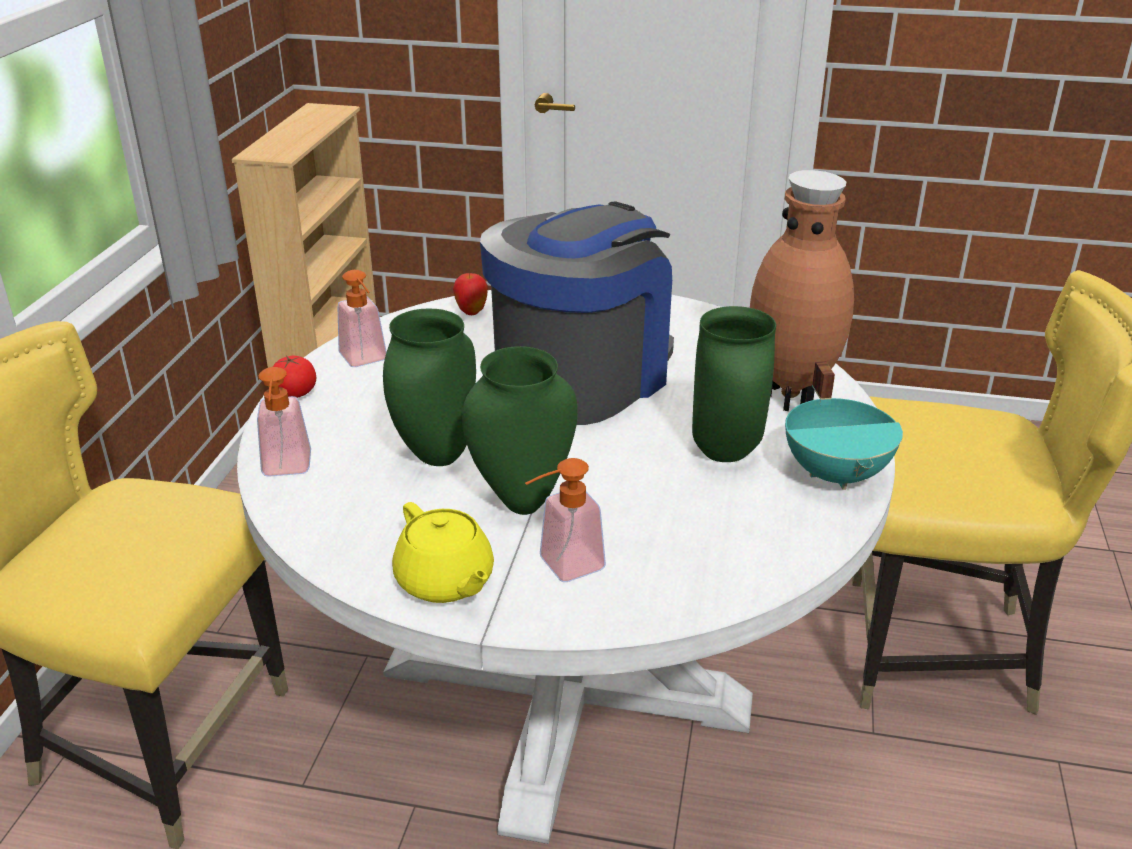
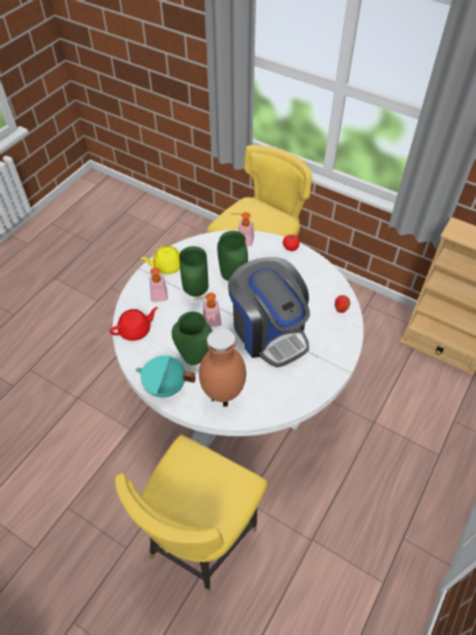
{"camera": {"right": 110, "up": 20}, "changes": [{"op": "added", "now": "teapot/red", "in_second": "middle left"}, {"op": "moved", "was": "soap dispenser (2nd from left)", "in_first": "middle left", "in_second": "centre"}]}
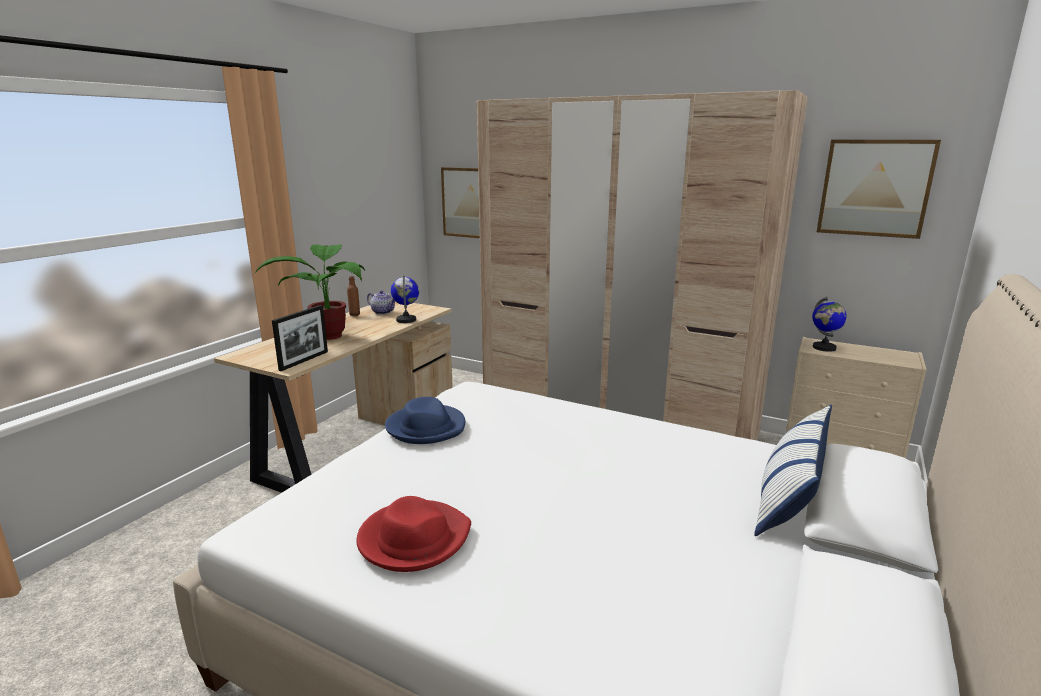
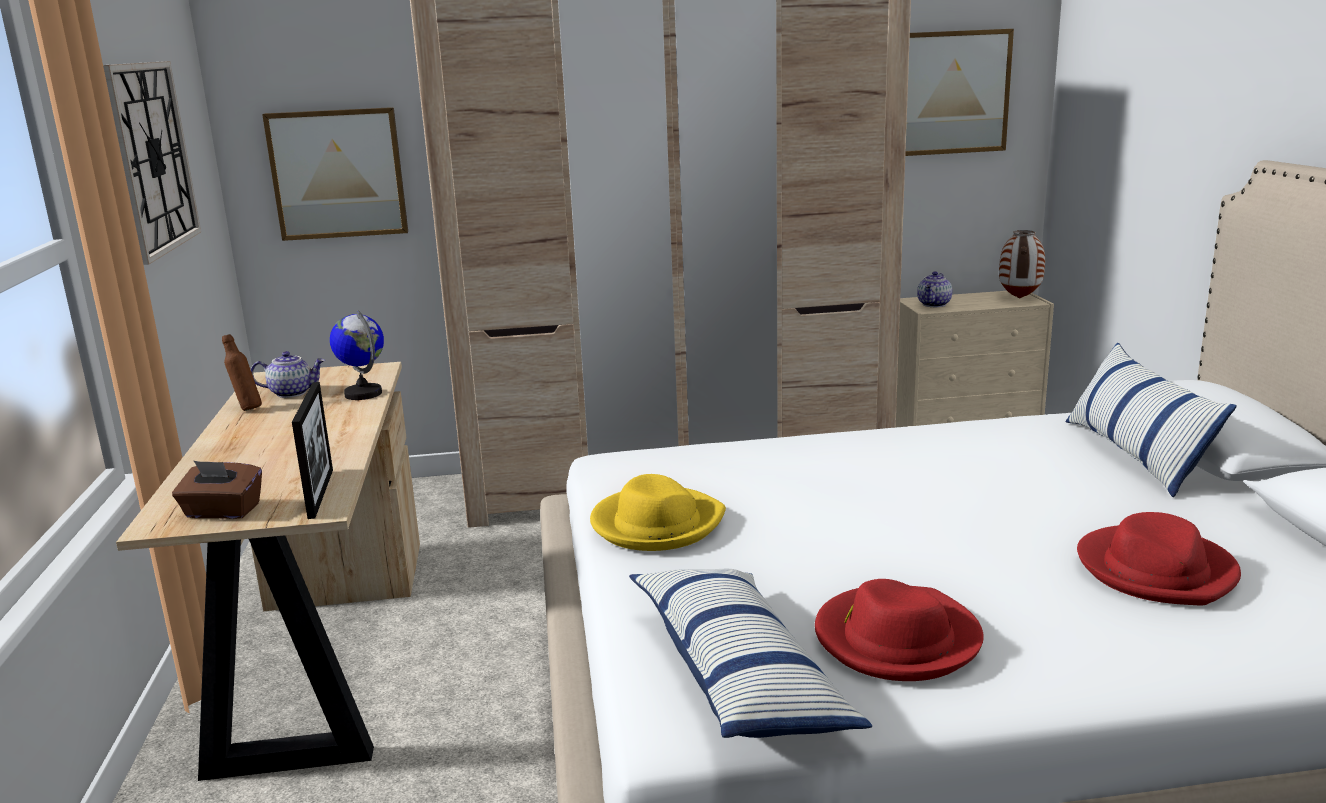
{"camera": {"right": -35, "up": 0}, "changes": [{"op": "added", "now": "wall clock", "in_second": "top left"}, {"op": "added", "now": "tissue box/brown", "in_second": "middle left"}, {"op": "recoloured", "was": "hat/blue", "now": "hat/yellow", "in_first": "centre", "in_second": "centre"}, {"op": "added", "now": "pillow (1st from left)", "in_second": "bottom centre"}, {"op": "replaced", "was": "globe (2nd from left)", "now": "teapot (2nd from left)", "in_first": "middle right", "in_second": "middle right"}, {"op": "added", "now": "vase", "in_second": "top right"}, {"op": "added", "now": "hat/red (2nd from left)", "in_second": "bottom right"}, {"op": "removed", "was": "potted plant", "in_first": "middle left"}]}
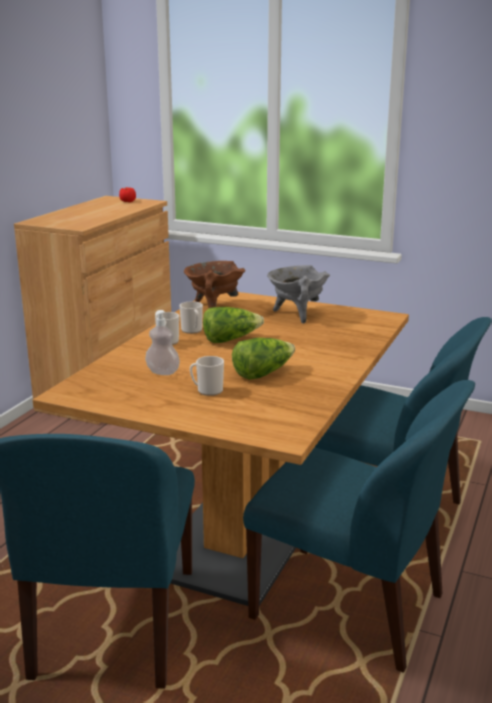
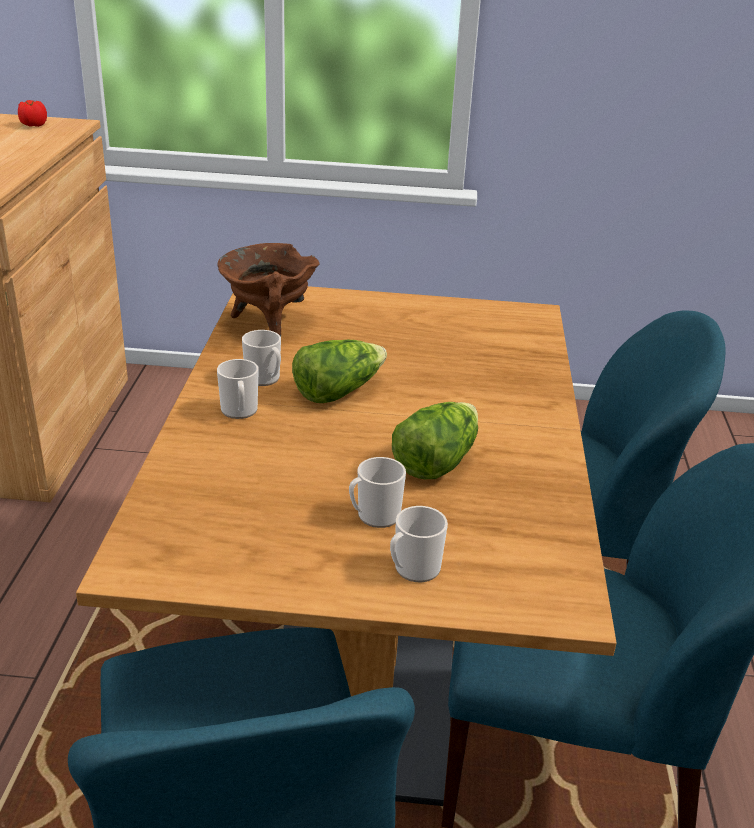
{"camera": {"right": -20, "up": 10}, "changes": [{"op": "added", "now": "mug (4th from left)", "in_second": "centre"}, {"op": "removed", "was": "soap dispenser", "in_first": "middle left"}, {"op": "removed", "was": "cooking pot/grey", "in_first": "centre"}]}
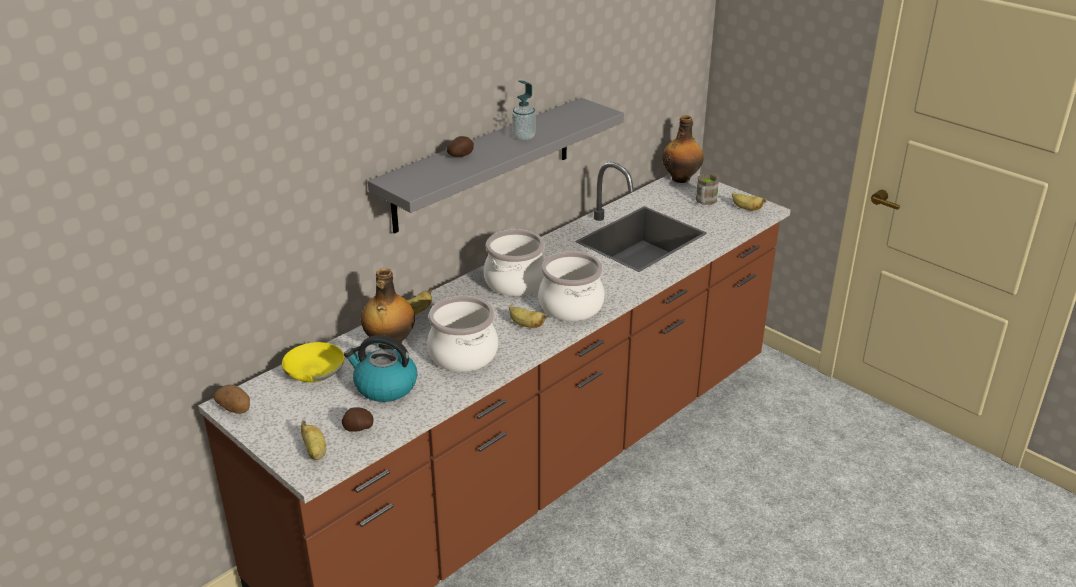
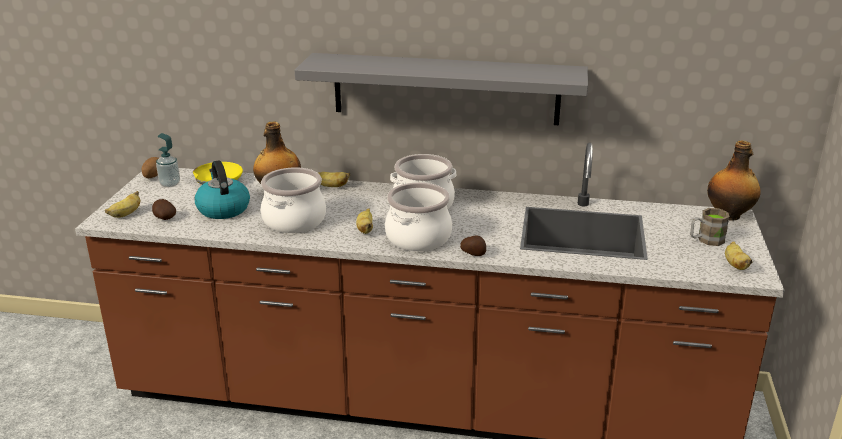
{"camera": {"right": 55, "up": -5}, "changes": [{"op": "moved", "was": "soap dispenser", "in_first": "top centre", "in_second": "middle left"}, {"op": "moved", "was": "potato (3rd from left)", "in_first": "top centre", "in_second": "centre"}]}
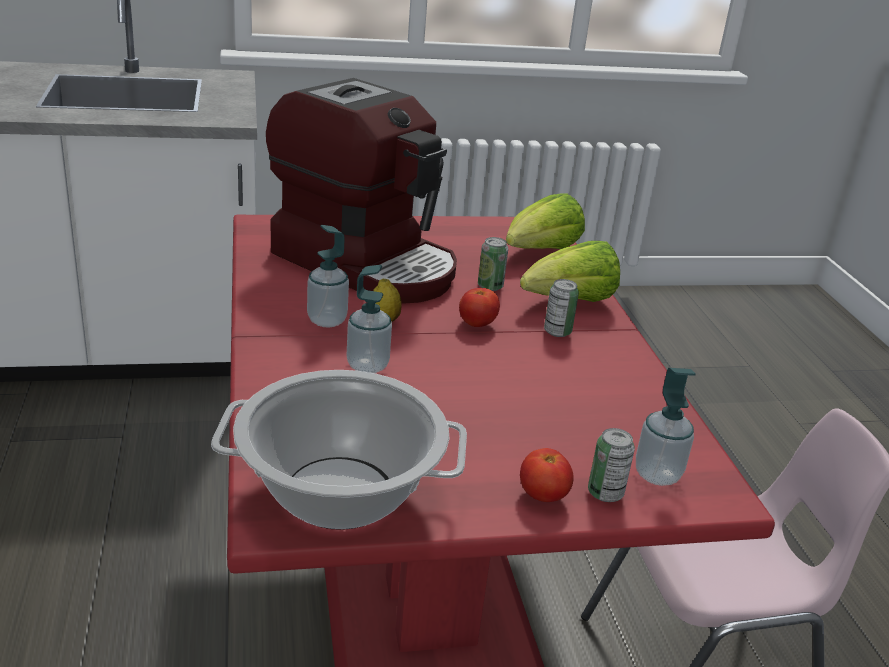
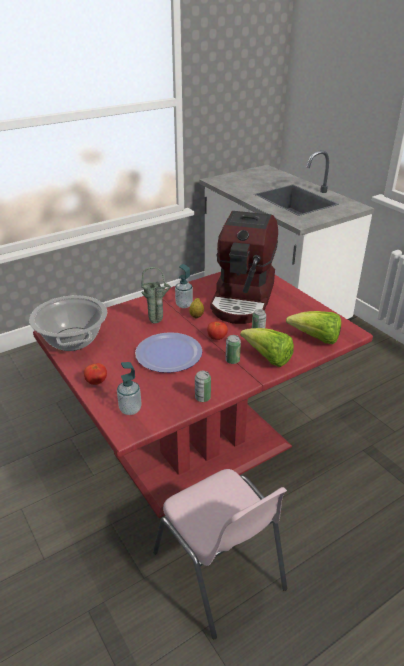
{"camera": {"right": 70, "up": 5}, "changes": [{"op": "added", "now": "plate", "in_second": "centre"}, {"op": "replaced", "was": "soap dispenser (2nd from left)", "now": "vase/green", "in_first": "centre", "in_second": "centre"}, {"op": "moved", "was": "can (3rd from left in the first image)", "now": "can (1st from left)", "in_first": "bottom right", "in_second": "centre"}]}
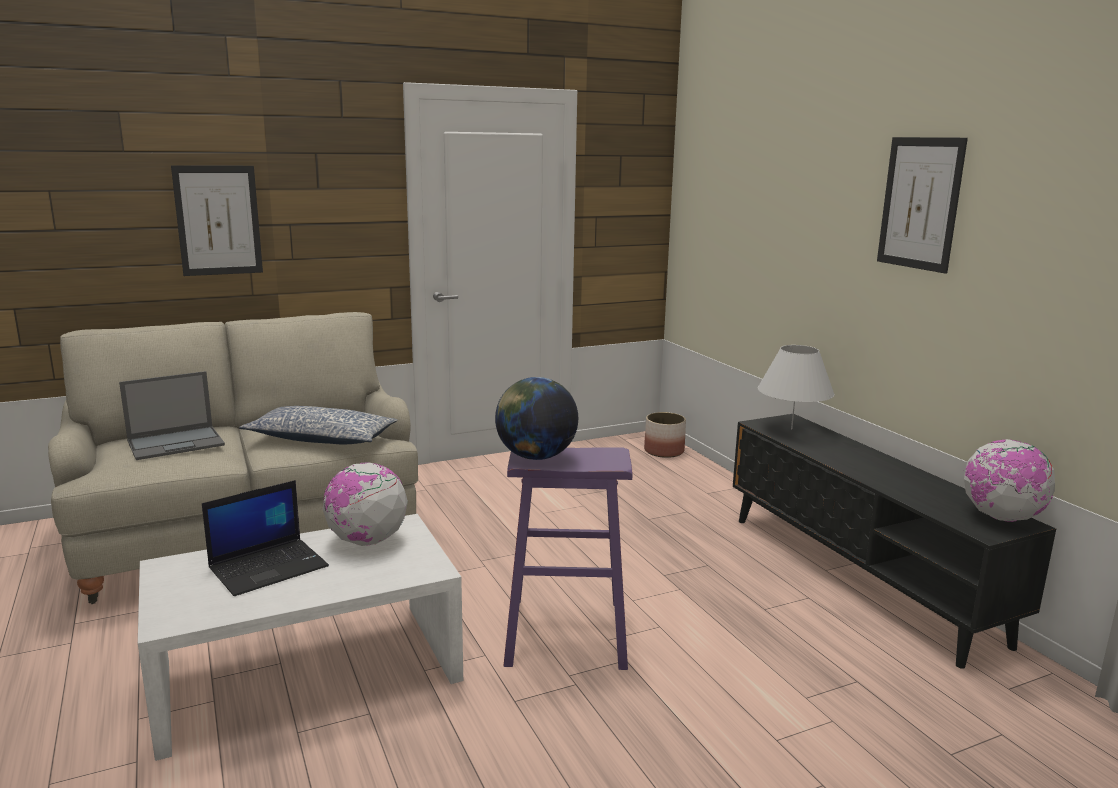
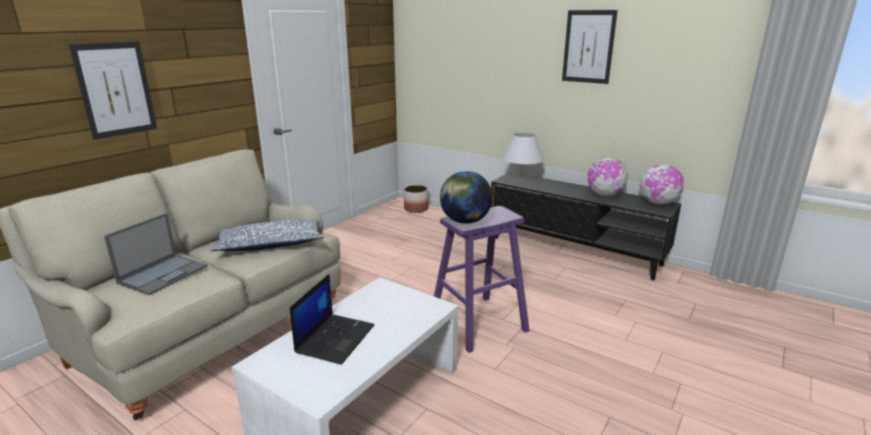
{"camera": {"right": -30, "up": 5}, "changes": [{"op": "moved", "was": "globe (1st from left in the first image)", "now": "globe (2nd from left)", "in_first": "middle left", "in_second": "middle right"}]}
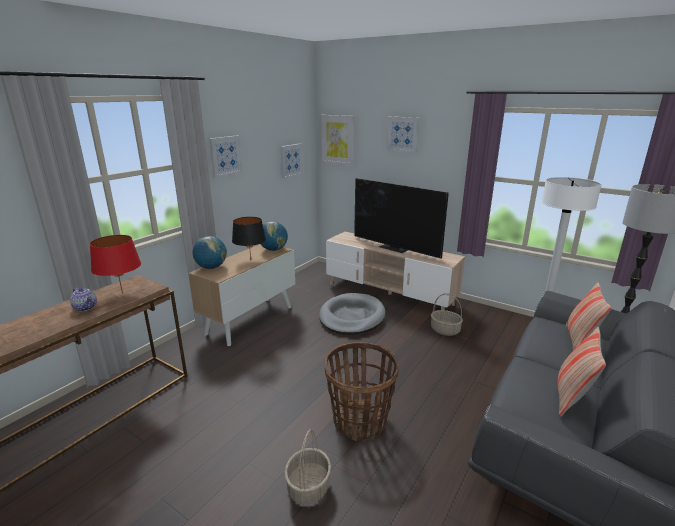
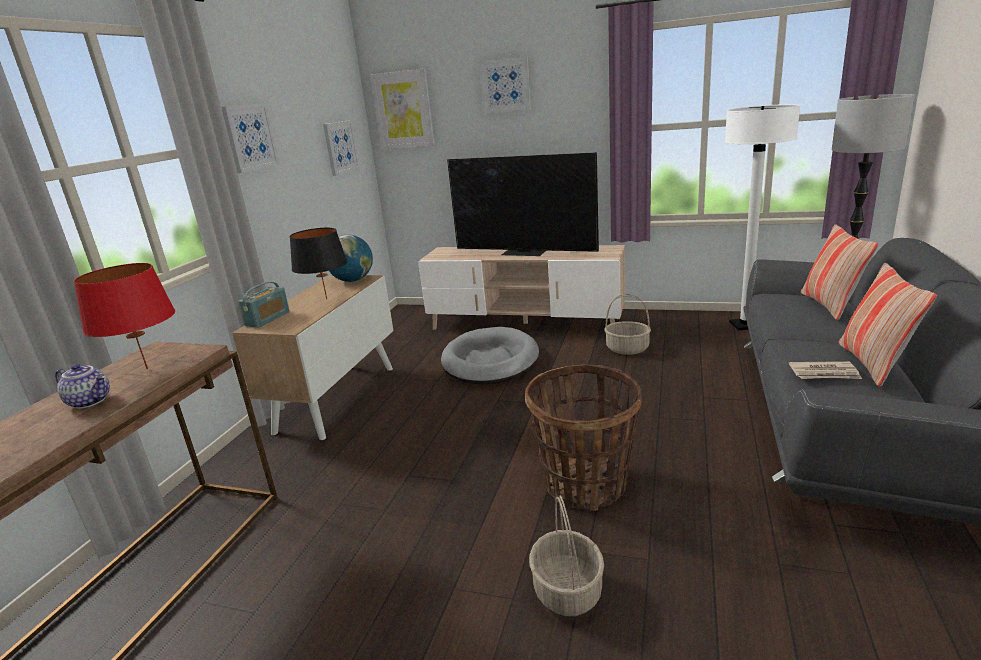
{"camera": {"right": -15, "up": 0}, "changes": [{"op": "replaced", "was": "globe (1st from left)", "now": "radio", "in_first": "middle left", "in_second": "middle left"}, {"op": "added", "now": "newspaper", "in_second": "middle right"}]}
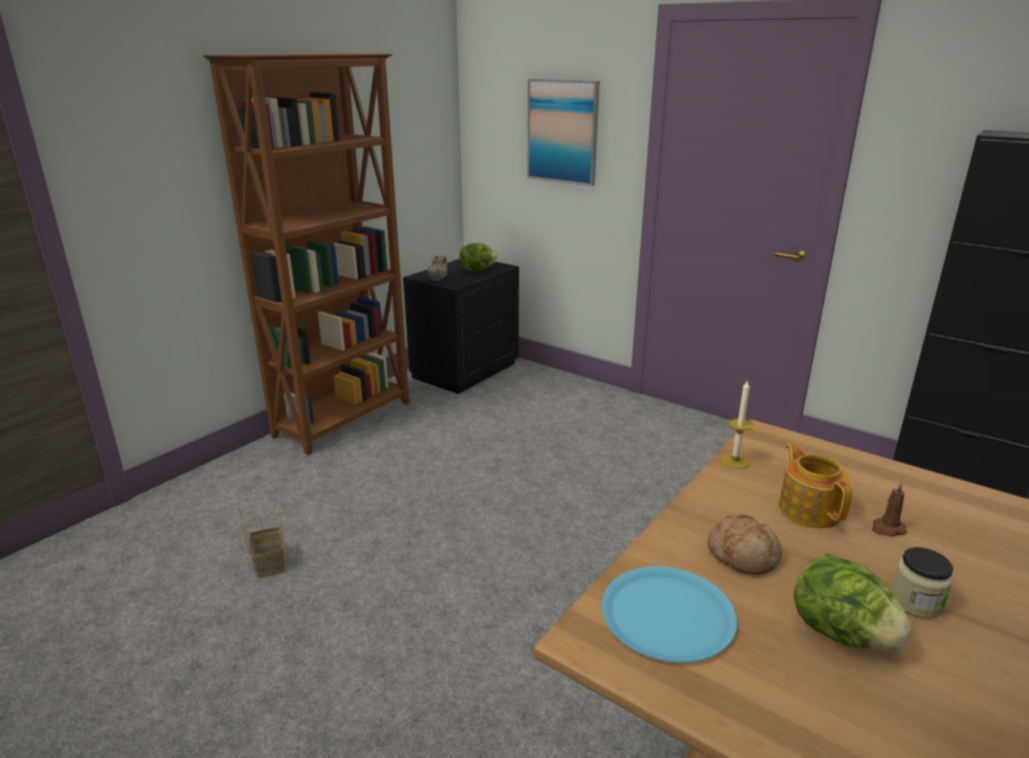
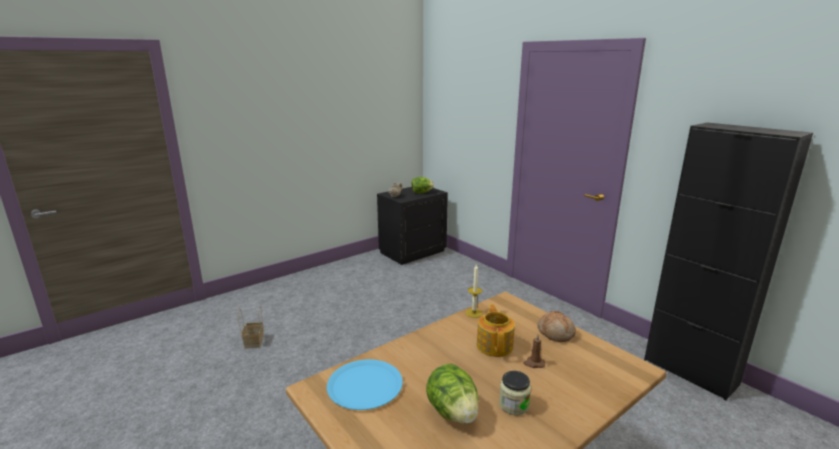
{"camera": {"right": 15, "up": -5}, "changes": [{"op": "moved", "was": "bread", "in_first": "bottom right", "in_second": "bottom centre"}, {"op": "removed", "was": "bookcase/brown", "in_first": "middle left"}, {"op": "removed", "was": "picture", "in_first": "top centre"}]}
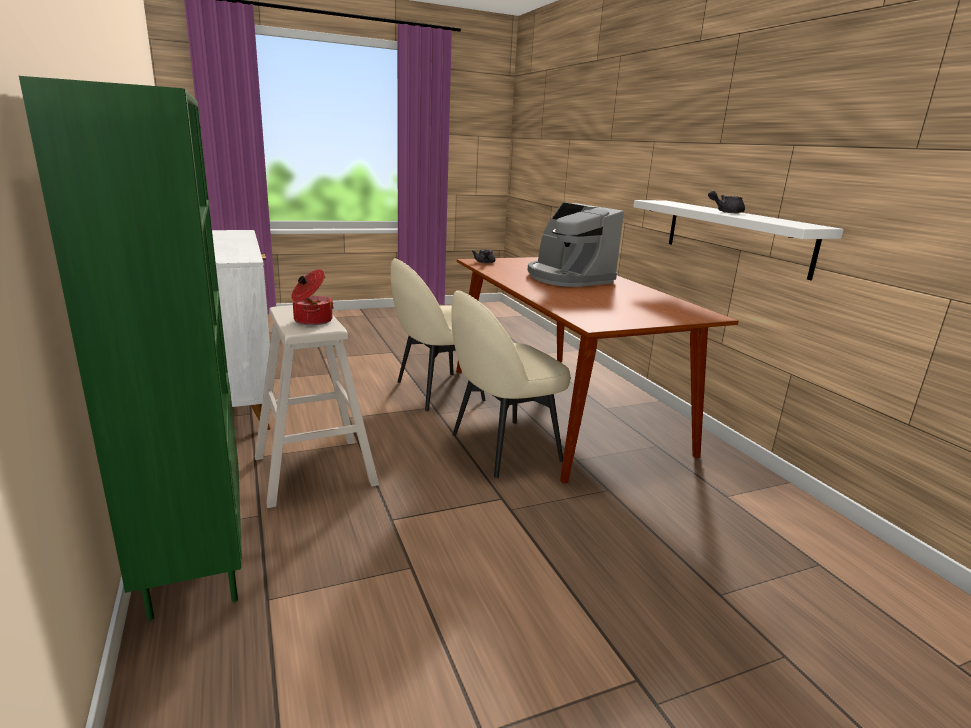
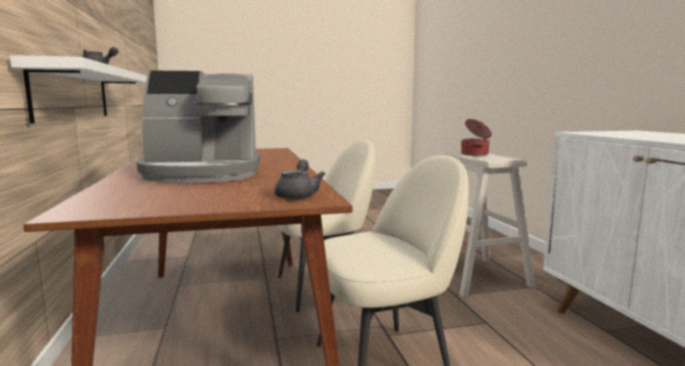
{"camera": {"right": -170, "up": -10}, "changes": [{"op": "turned", "was": "coffee machine", "in_first": "centre", "in_second": "middle left", "clockwise": 105}, {"op": "removed", "was": "bookcase/green", "in_first": "middle left"}]}
